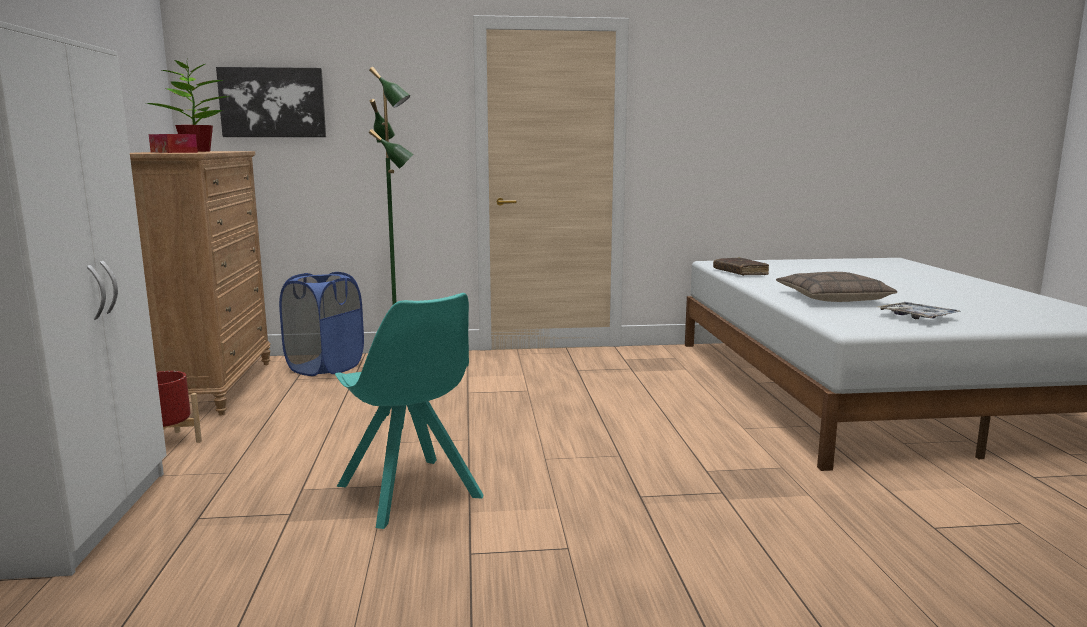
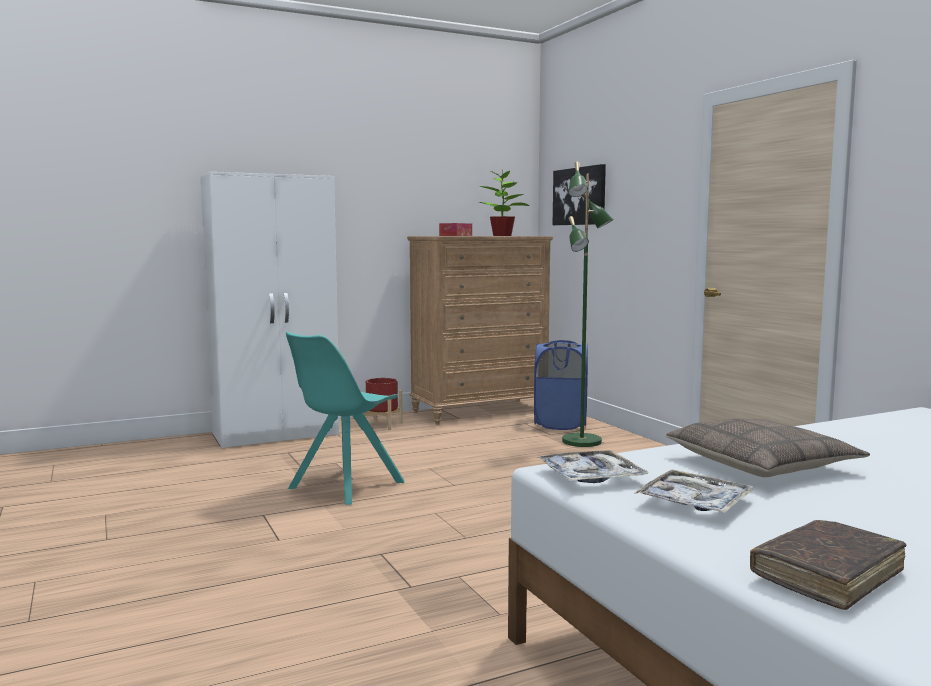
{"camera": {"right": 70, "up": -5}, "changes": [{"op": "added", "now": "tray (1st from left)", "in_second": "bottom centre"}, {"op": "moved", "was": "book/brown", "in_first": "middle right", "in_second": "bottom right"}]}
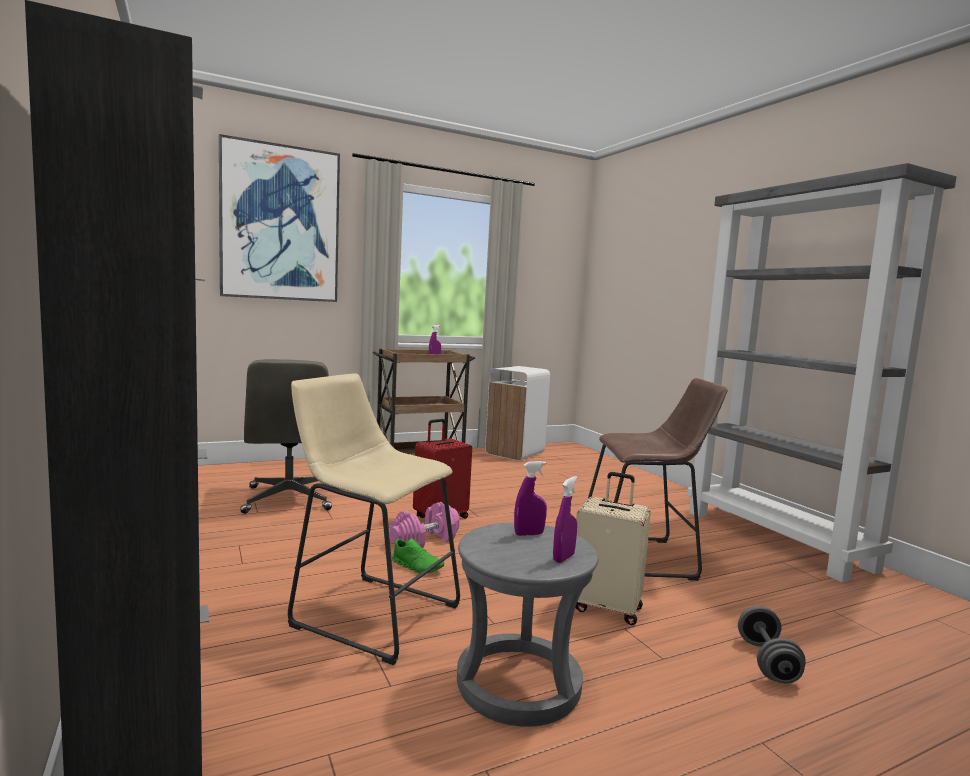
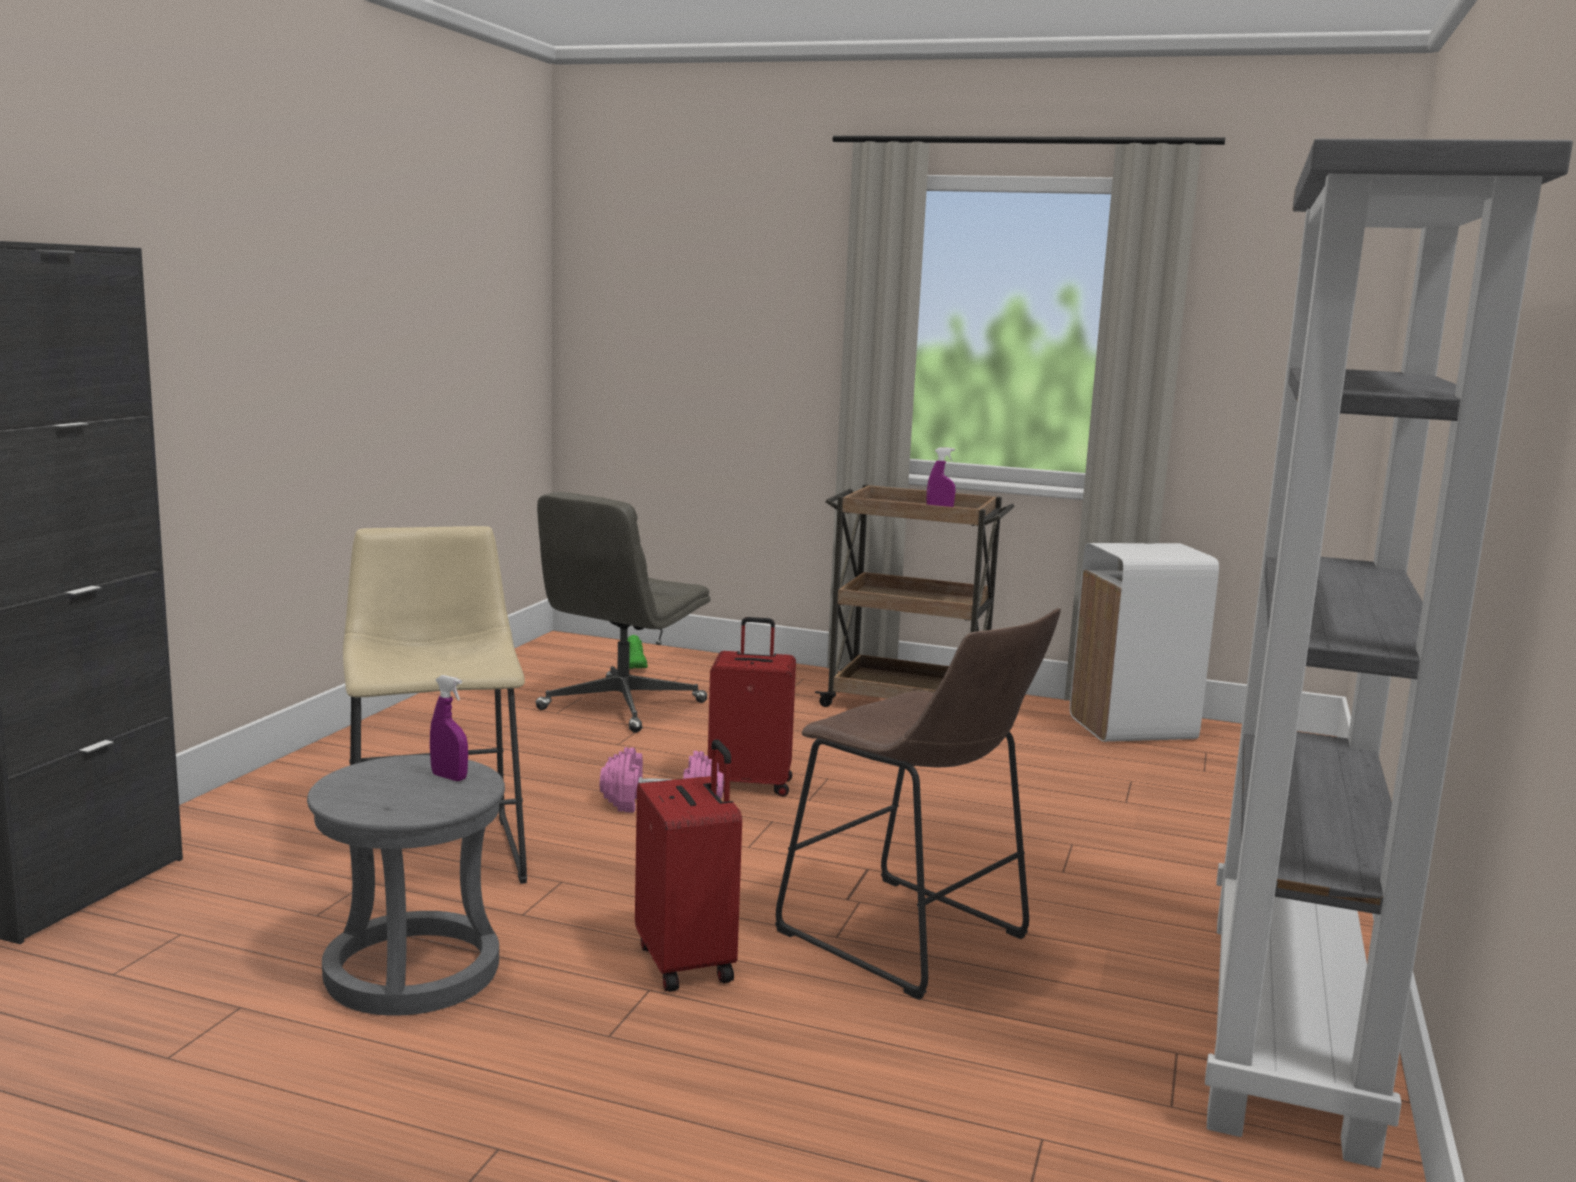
{"camera": {"right": 45, "up": 5}, "changes": [{"op": "moved", "was": "shoe/green", "in_first": "bottom centre", "in_second": "centre"}, {"op": "recoloured", "was": "suitcase/beige", "now": "suitcase/red (1st from left)", "in_first": "bottom centre", "in_second": "bottom centre"}, {"op": "removed", "was": "picture", "in_first": "top left"}, {"op": "removed", "was": "spray bottle/purple (3rd from left)", "in_first": "bottom centre"}, {"op": "removed", "was": "dumbbell/grey", "in_first": "bottom right"}]}
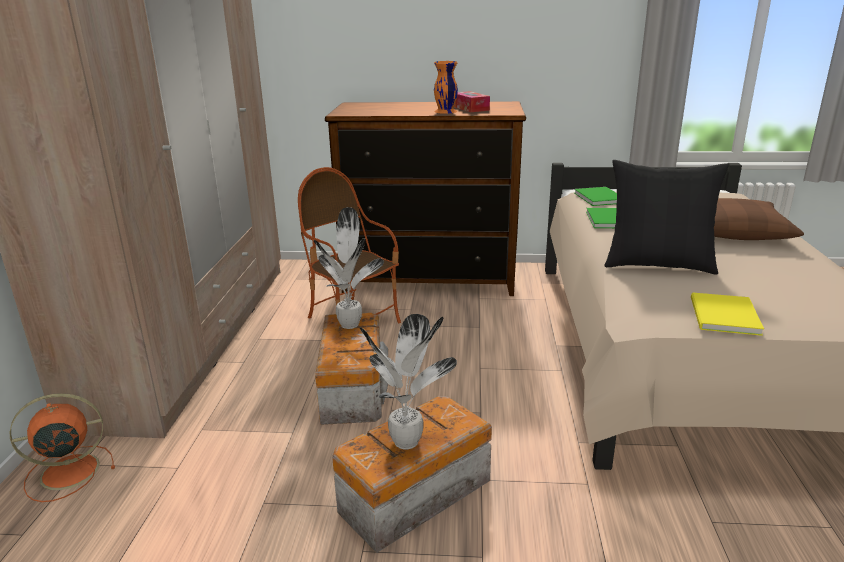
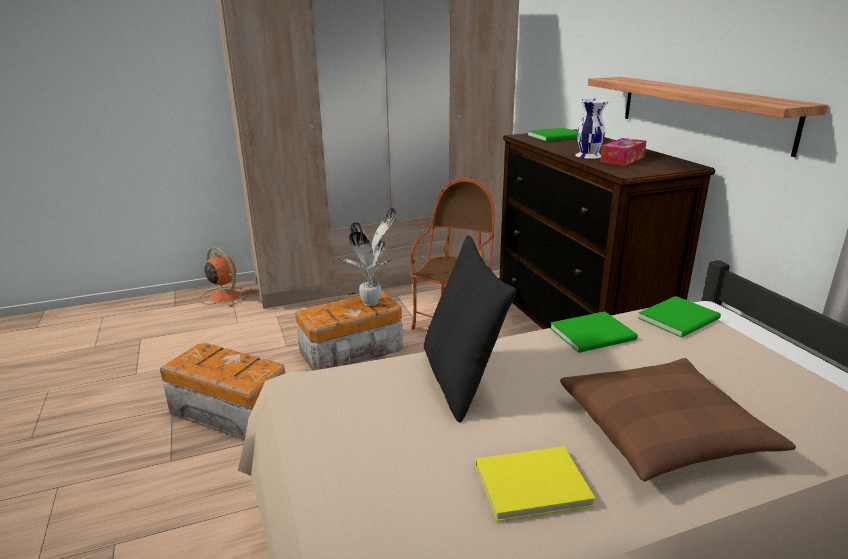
{"camera": {"right": 65, "up": 0}, "changes": [{"op": "moved", "was": "book/yellow", "in_first": "middle right", "in_second": "bottom centre"}, {"op": "added", "now": "book/green (1st from left)", "in_second": "top centre"}, {"op": "recoloured", "was": "vase/orange", "now": "vase/white", "in_first": "top centre", "in_second": "top right"}, {"op": "added", "now": "shelf", "in_second": "top right"}, {"op": "removed", "was": "potted plant (2nd from left)", "in_first": "bottom centre"}]}
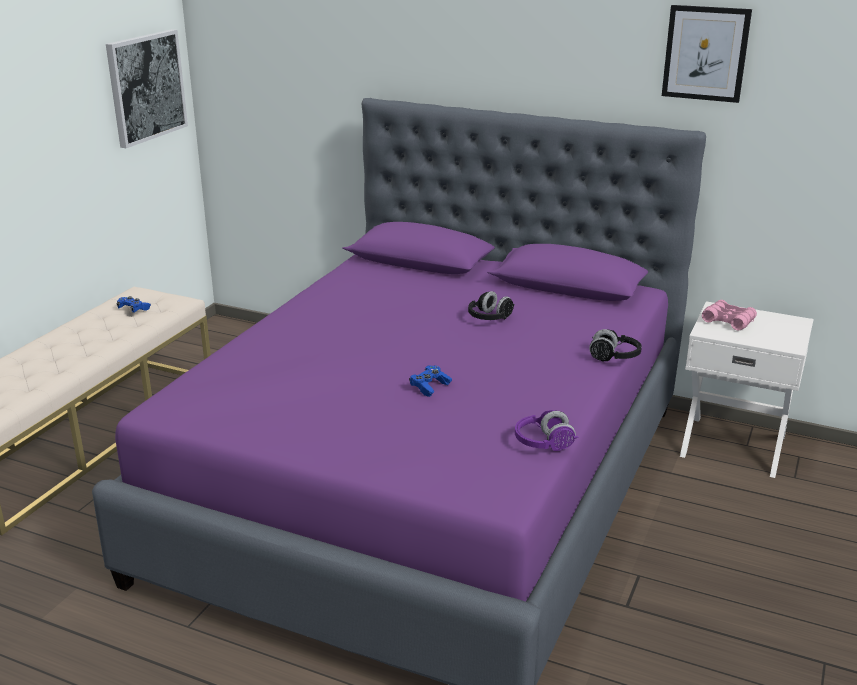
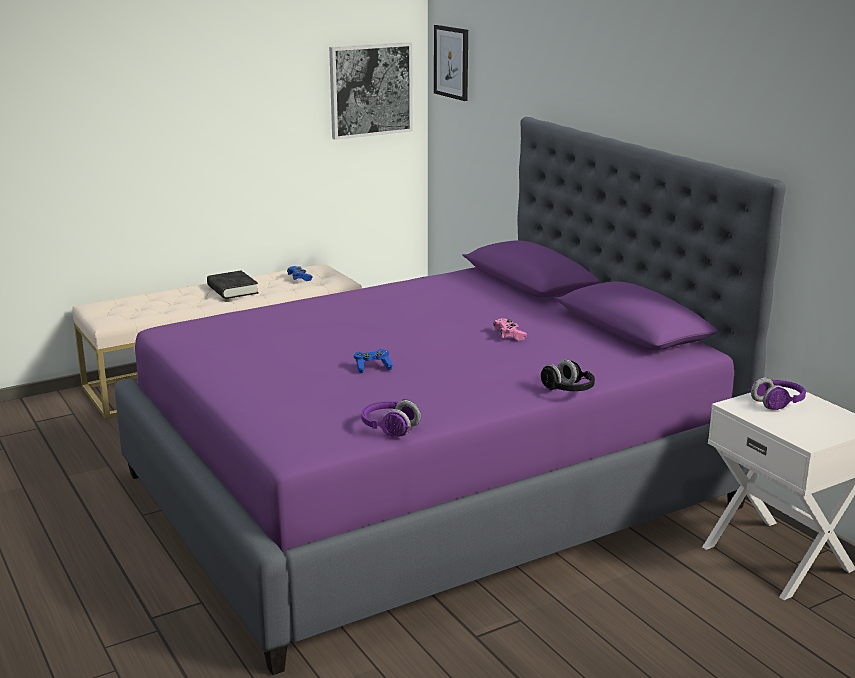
{"camera": {"right": 35, "up": -5}, "changes": [{"op": "added", "now": "book/black", "in_second": "middle left"}, {"op": "moved", "was": "picture (2nd from left)", "in_first": "top right", "in_second": "top centre"}, {"op": "replaced", "was": "headphones/black (1st from left)", "now": "game controller/pink", "in_first": "centre", "in_second": "centre"}, {"op": "replaced", "was": "binoculars/pink", "now": "headphones/purple (2nd from left)", "in_first": "middle right", "in_second": "middle right"}]}
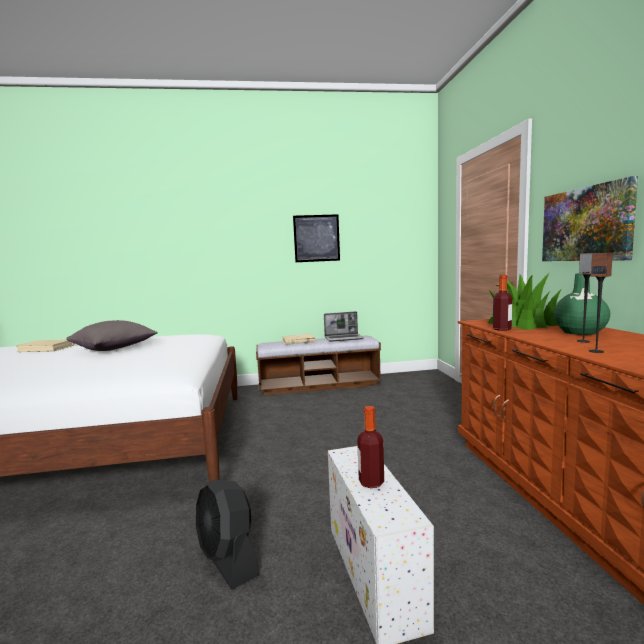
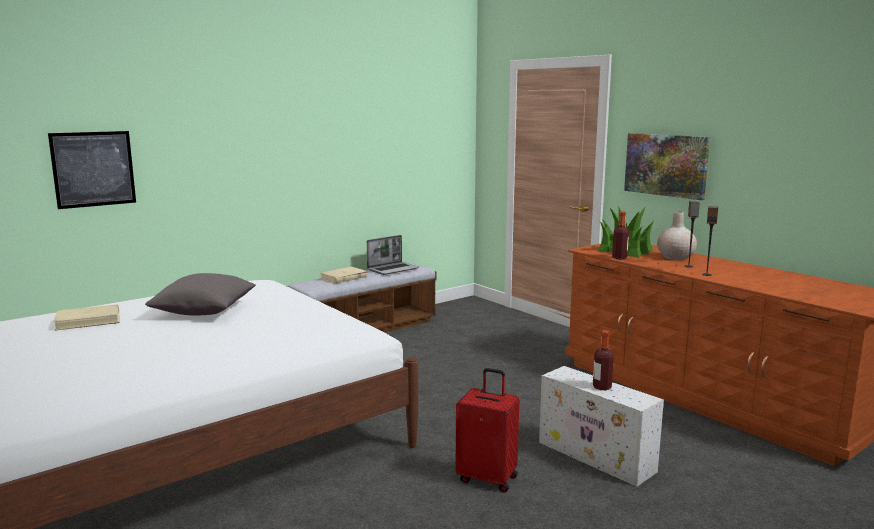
{"camera": {"right": -30, "up": 5}, "changes": [{"op": "moved", "was": "picture (1st from left)", "in_first": "centre", "in_second": "top left"}, {"op": "replaced", "was": "fan/black", "now": "suitcase/red", "in_first": "bottom centre", "in_second": "bottom centre"}, {"op": "recoloured", "was": "vase/green", "now": "vase/beige", "in_first": "middle right", "in_second": "middle right"}]}
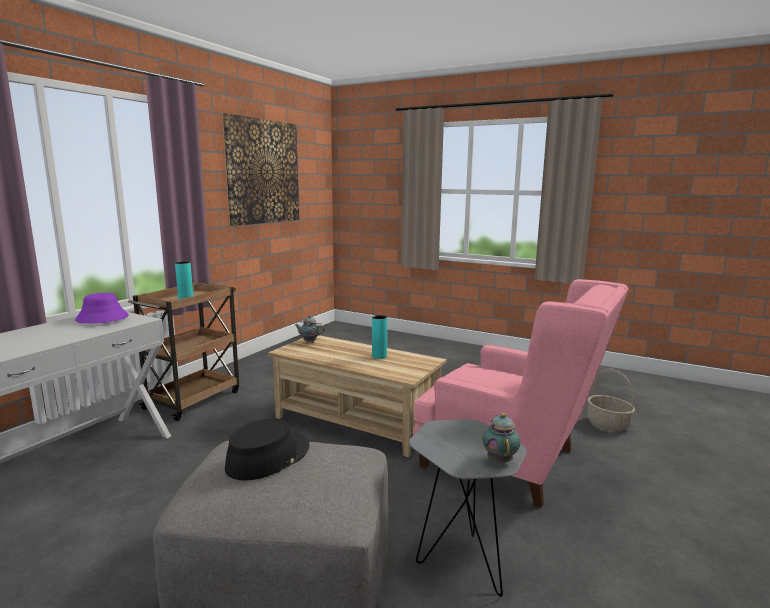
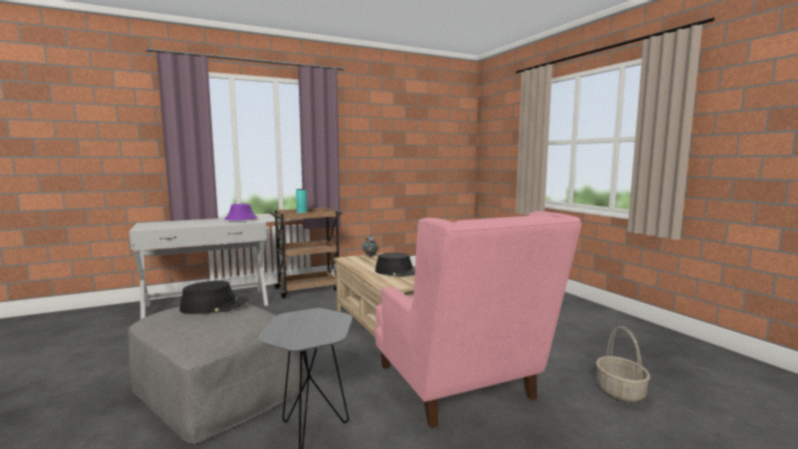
{"camera": {"right": 35, "up": -5}, "changes": [{"op": "replaced", "was": "vase/turquoise (2nd from left)", "now": "hat/black (2nd from left)", "in_first": "centre", "in_second": "centre"}, {"op": "removed", "was": "picture", "in_first": "top centre"}, {"op": "removed", "was": "teapot (2nd from left)", "in_first": "bottom centre"}]}
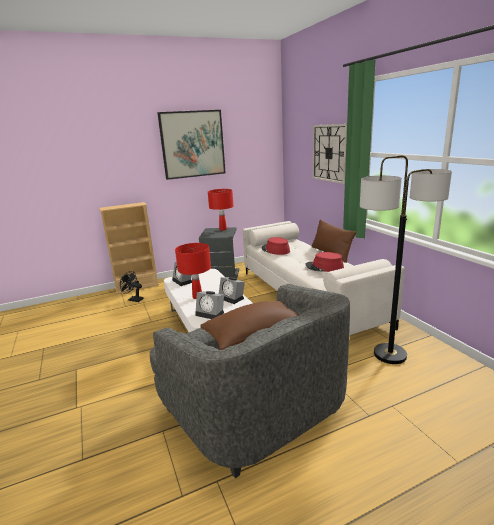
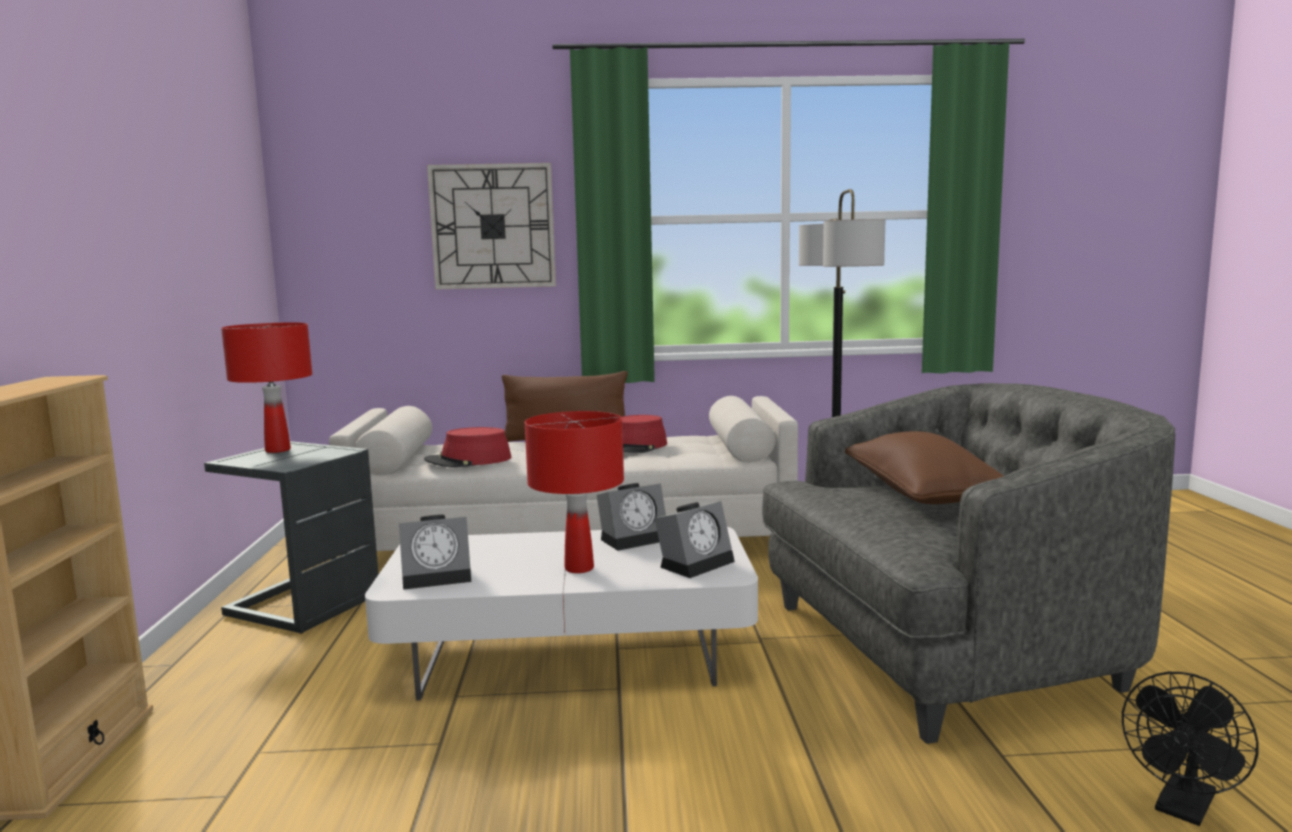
{"camera": {"right": -70, "up": -10}, "changes": [{"op": "moved", "was": "fan/black", "in_first": "middle left", "in_second": "bottom right"}, {"op": "removed", "was": "picture", "in_first": "top centre"}]}
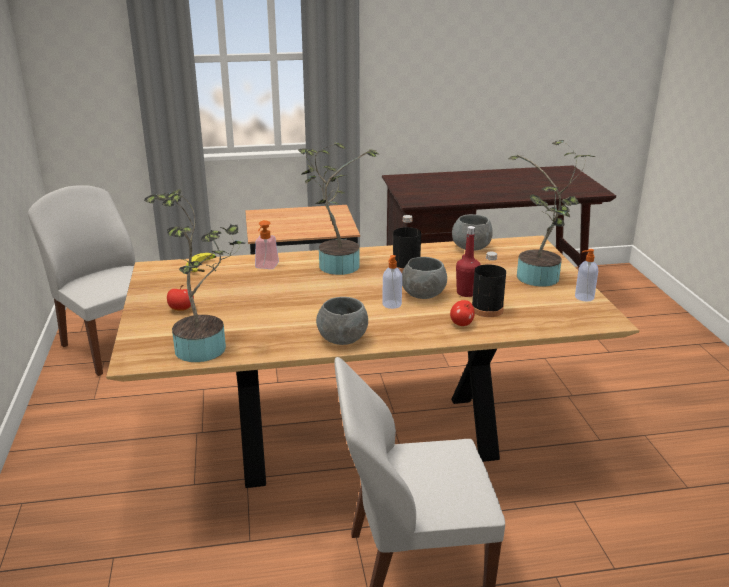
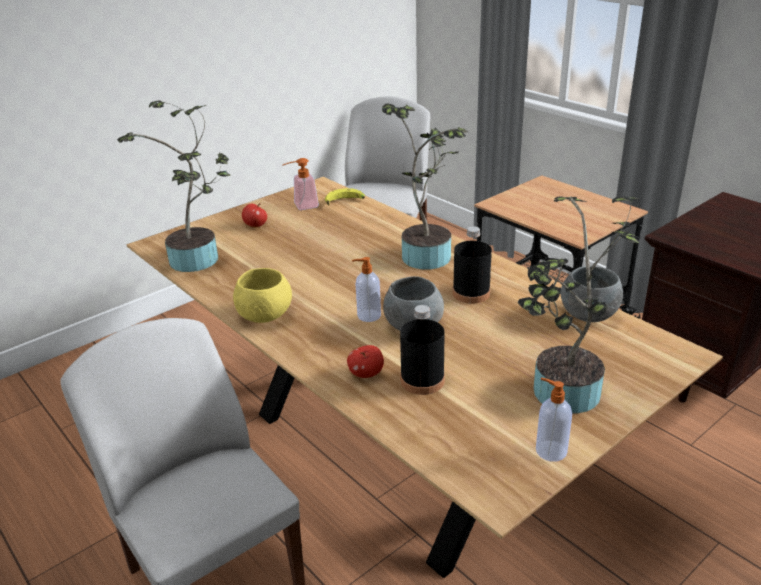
{"camera": {"right": 60, "up": 5}, "changes": [{"op": "recoloured", "was": "bowl/grey (1st from left)", "now": "bowl/yellow", "in_first": "centre", "in_second": "centre"}, {"op": "moved", "was": "soap dispenser (1st from left)", "in_first": "centre", "in_second": "top centre"}, {"op": "removed", "was": "bottle/red", "in_first": "centre"}]}
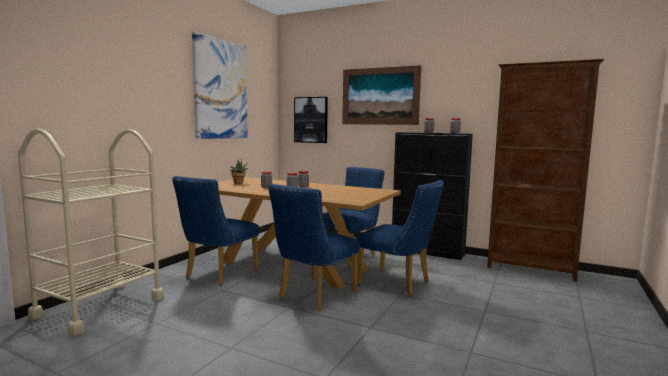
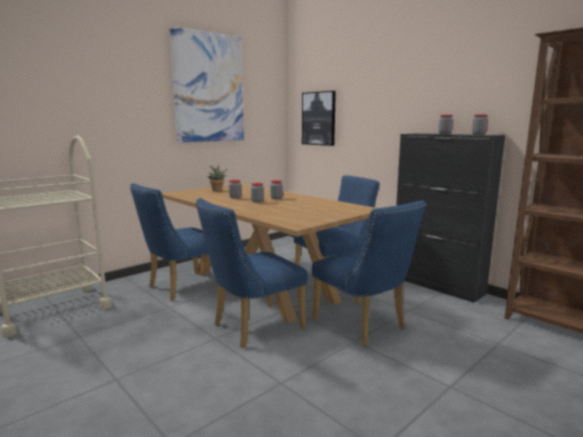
{"camera": {"right": 20, "up": 5}, "changes": [{"op": "removed", "was": "picture (3rd from left)", "in_first": "top centre"}]}
